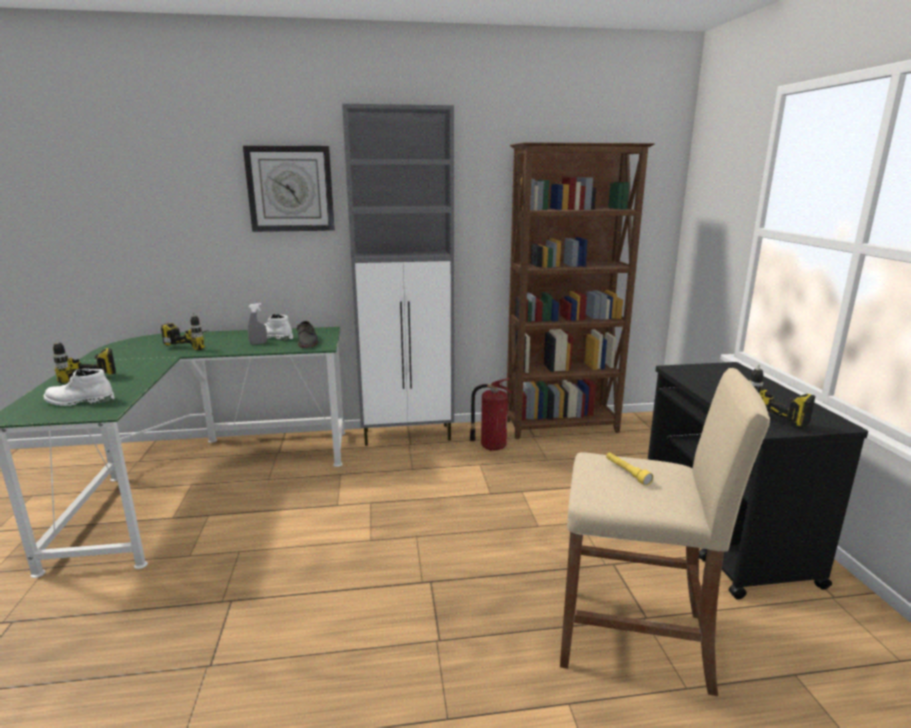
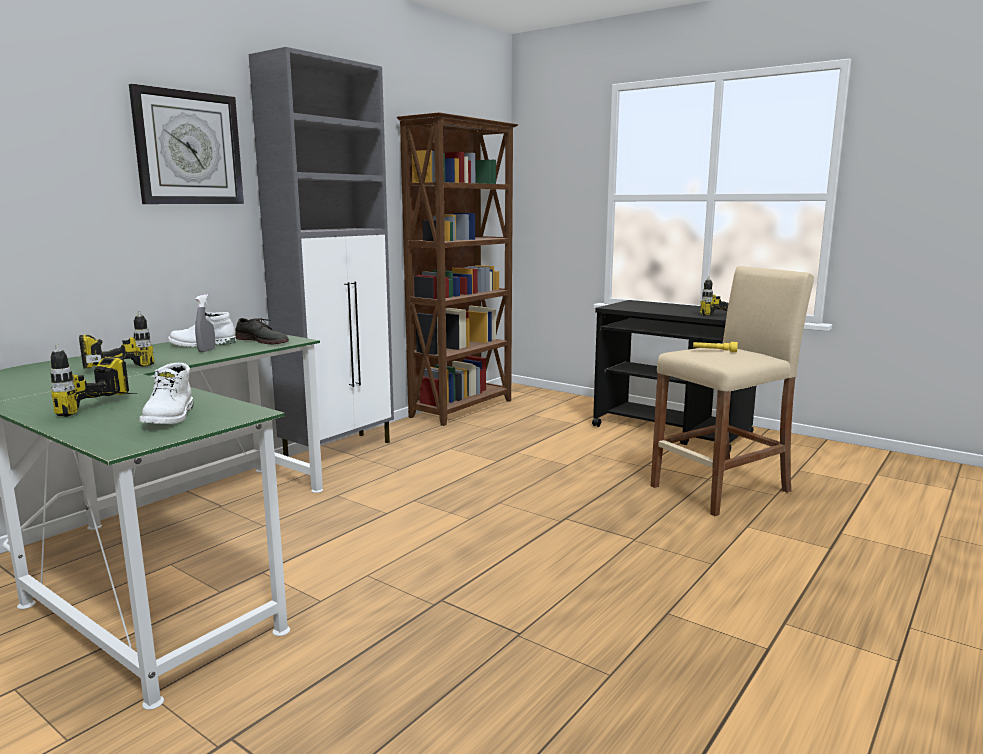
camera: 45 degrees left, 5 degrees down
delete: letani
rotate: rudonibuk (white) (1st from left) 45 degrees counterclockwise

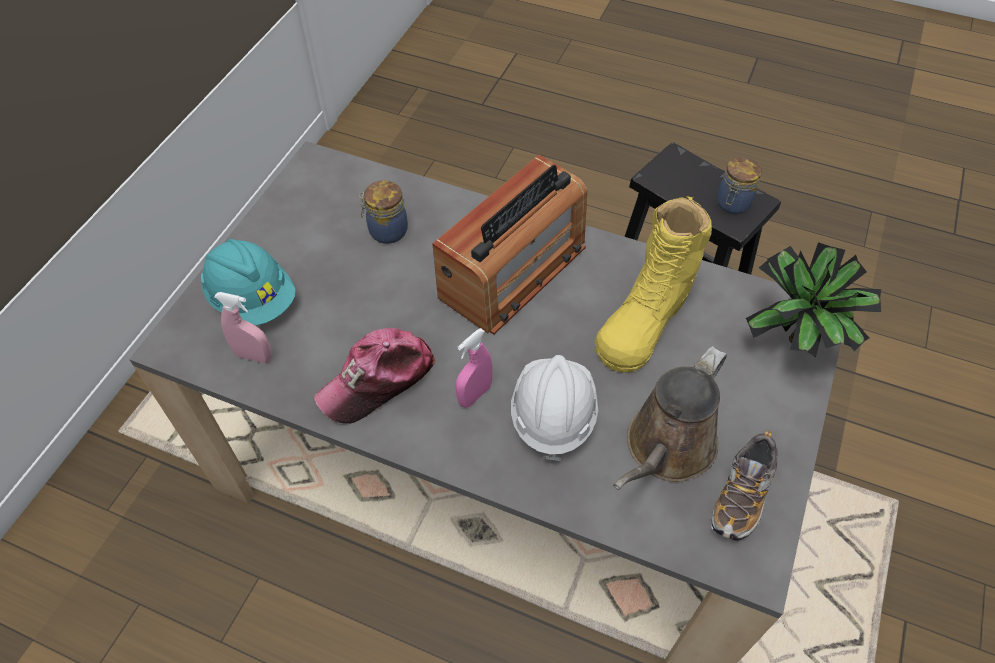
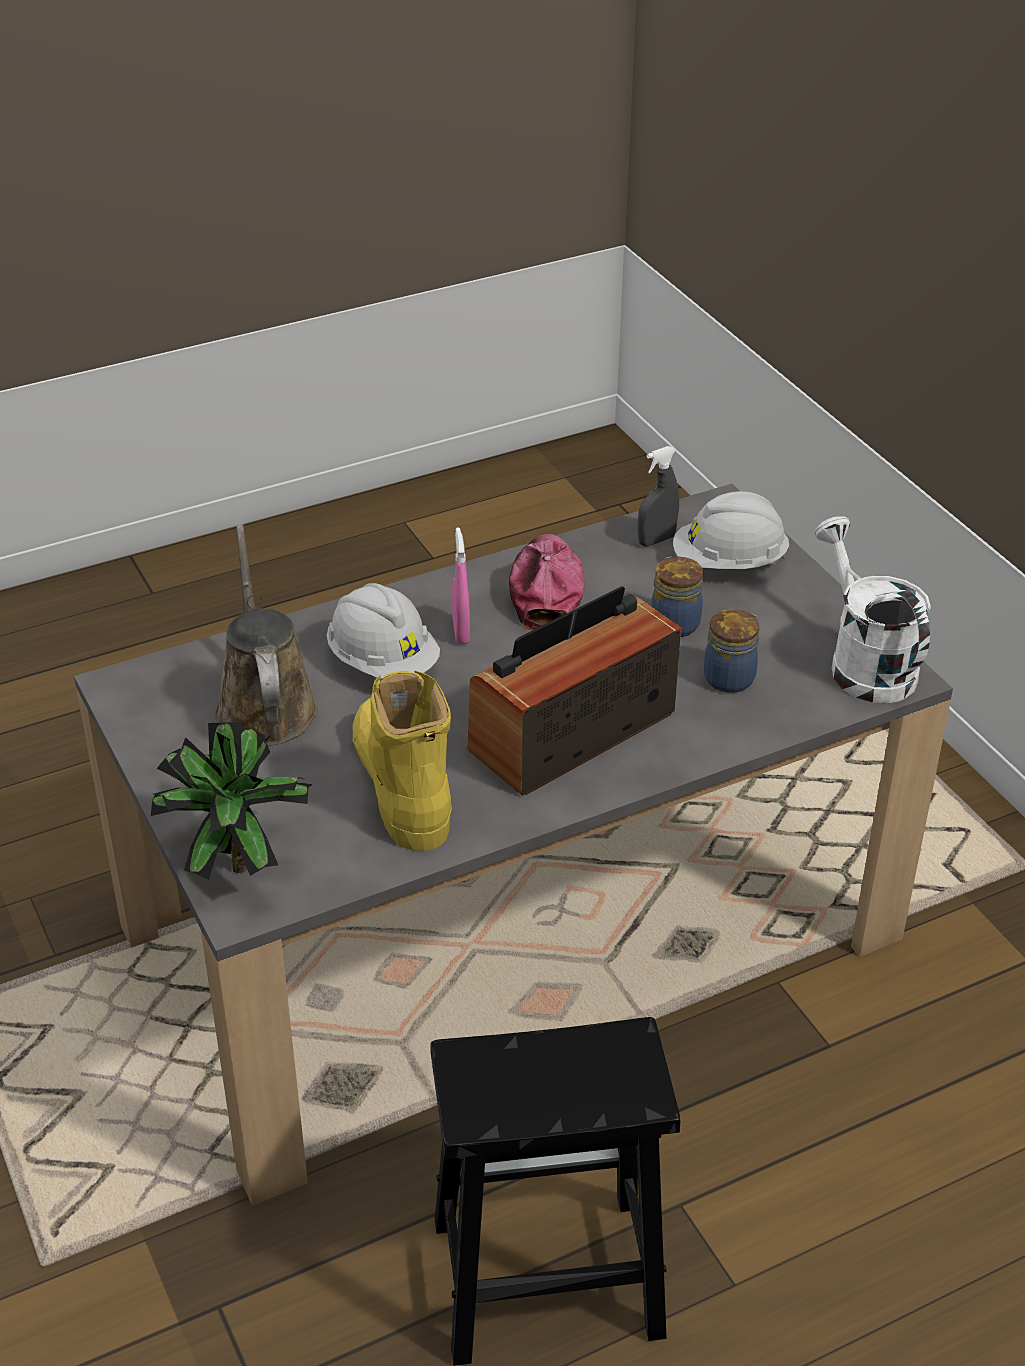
camera: 130 degrees right, 15 degrees down
delete: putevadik
insert: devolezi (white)
move: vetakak (2nd from left in the first image) to vetakak (1st from left)
recolor: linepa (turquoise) to linepa (white) (2nd from left); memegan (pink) (1st from left) to memegan (grey)
rotate: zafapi 60 degrees clockwise

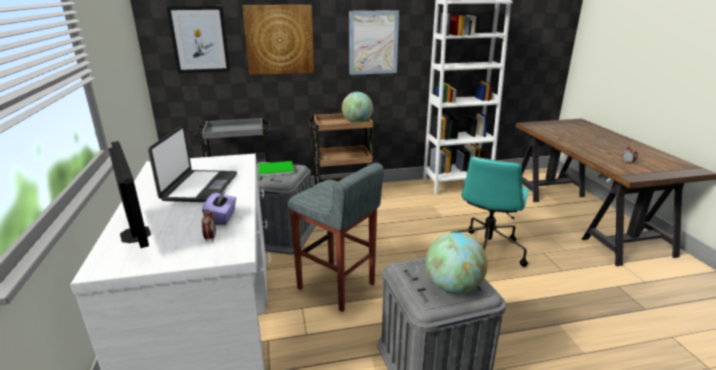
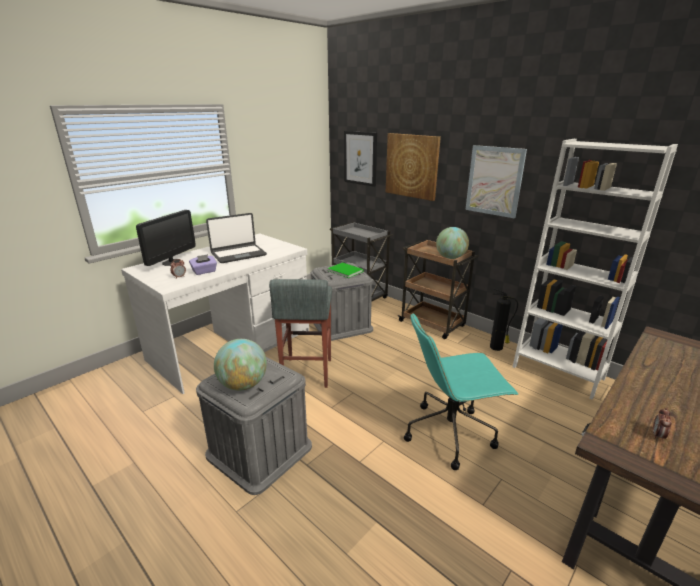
camera: 55 degrees right, 0 degrees up
insert: letani

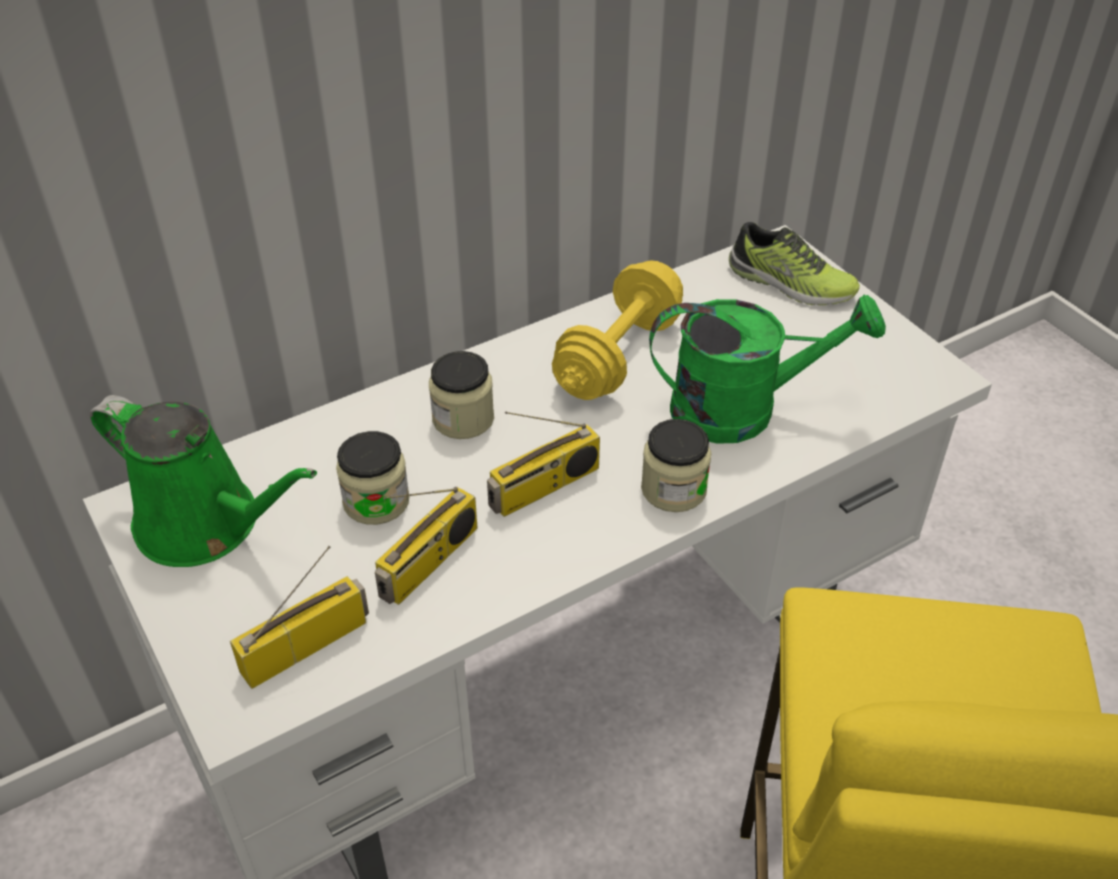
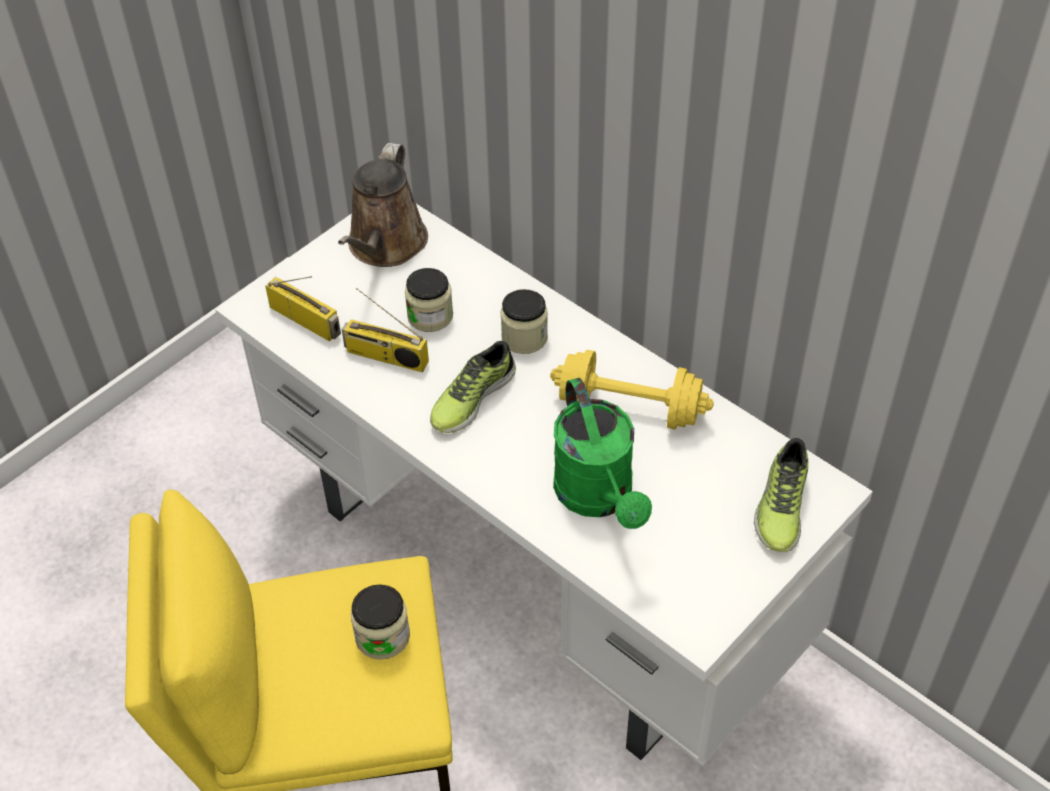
camera: 75 degrees right, 5 degrees up
move: vetakak (3rd from left in the first image) to vetakak (1st from left)
replace: zafapi (3rd from left) to putevadik (1st from left)
recolor: devolezi (green) (1st from left) to devolezi (brown)

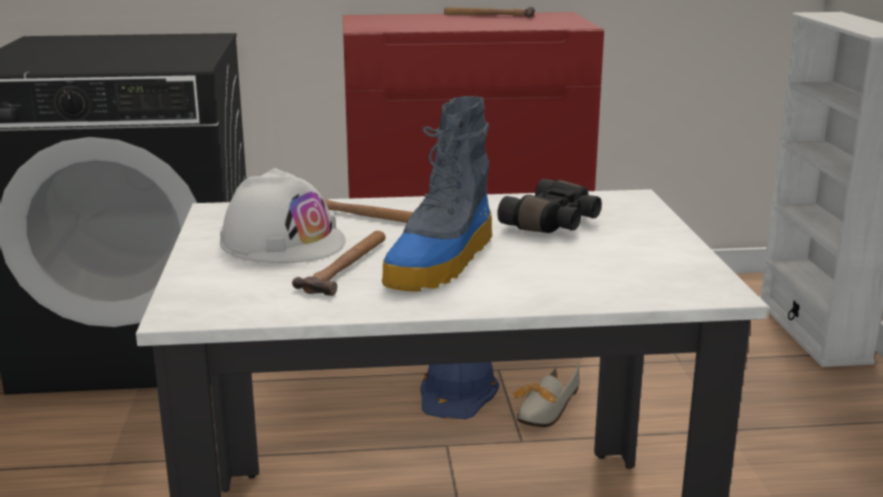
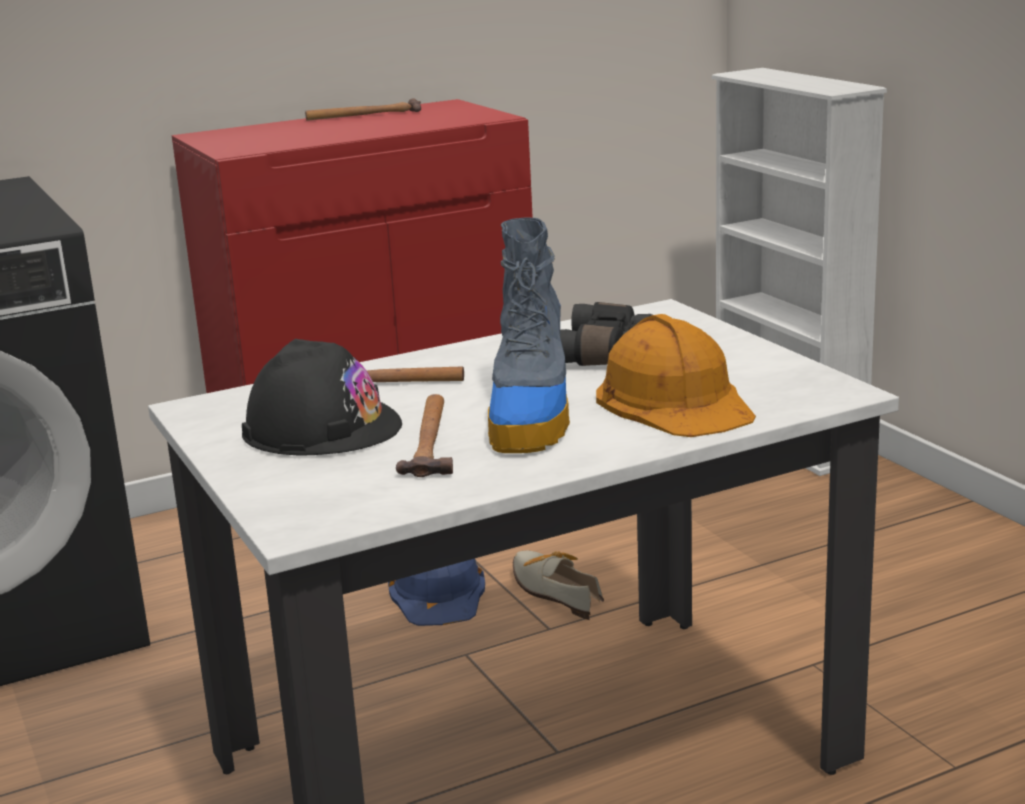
camera: 20 degrees left, 0 degrees up
insert: linepa (orange)
recolor: linepa (white) to linepa (black)
rotate: putevadik 135 degrees clockwise

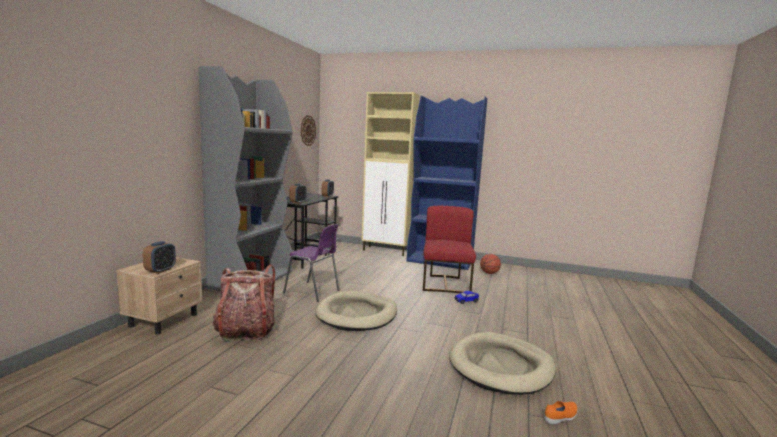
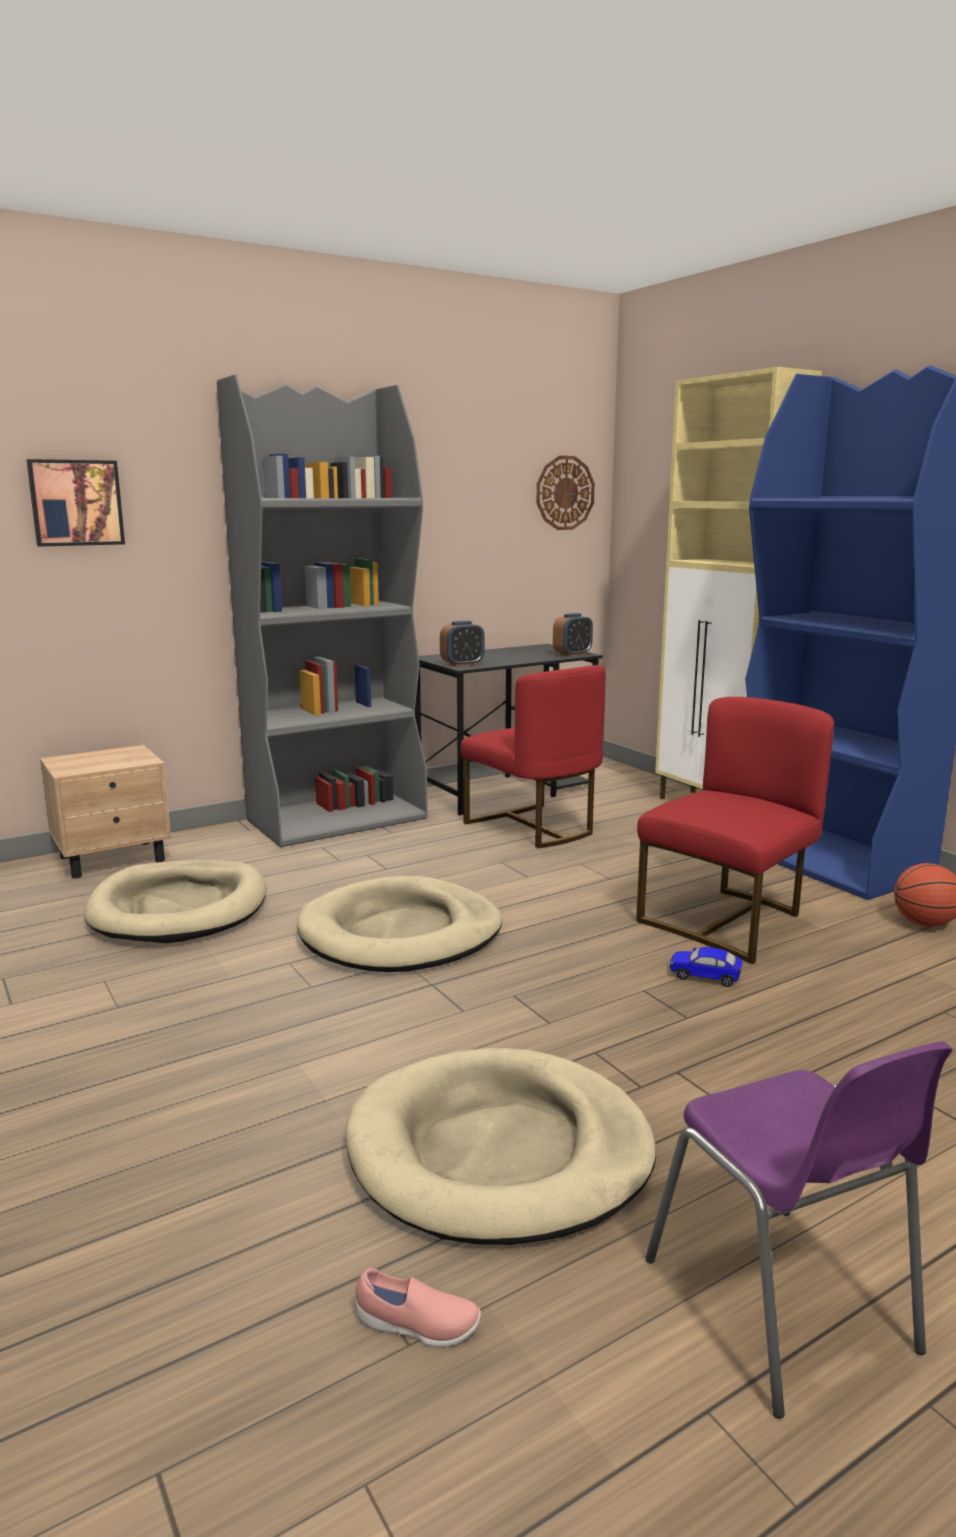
camera: 40 degrees right, 5 degrees up
delete: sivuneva (1st from left)
insert: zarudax; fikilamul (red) (1st from left)
move: fikilamul (purple)
replace: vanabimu to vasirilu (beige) (1st from left)
recolor: putevadik (orange) to putevadik (pink)

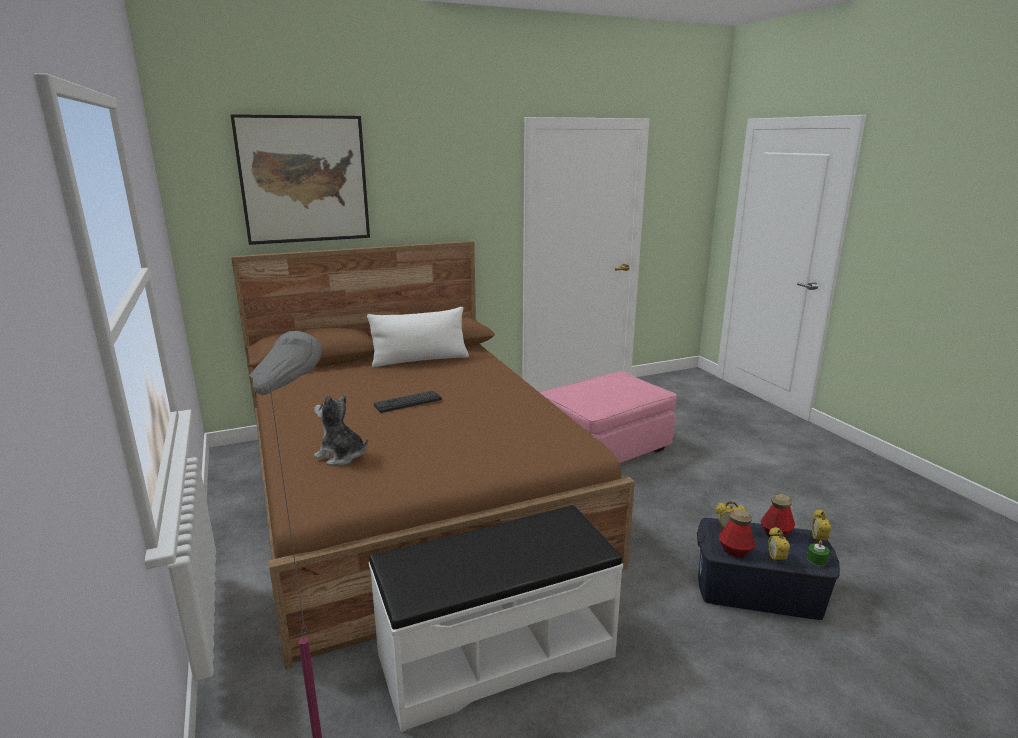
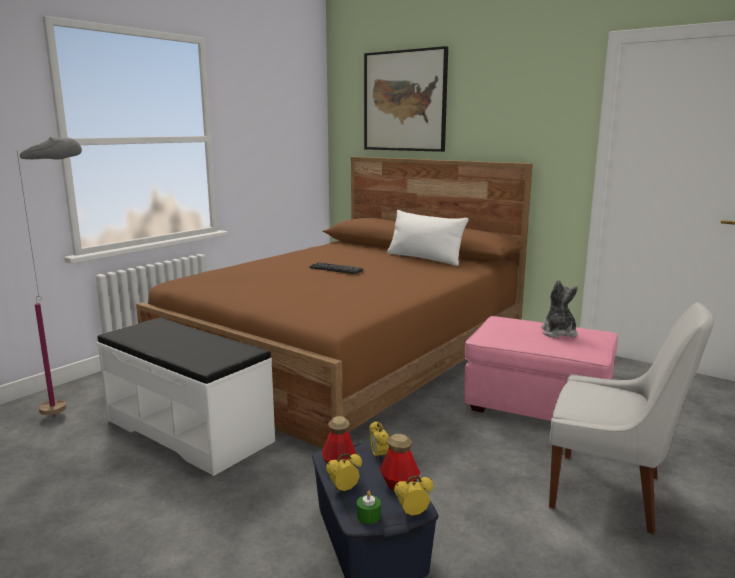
camera: 60 degrees right, 5 degrees down
insert: fikilamul (white)
move: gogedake

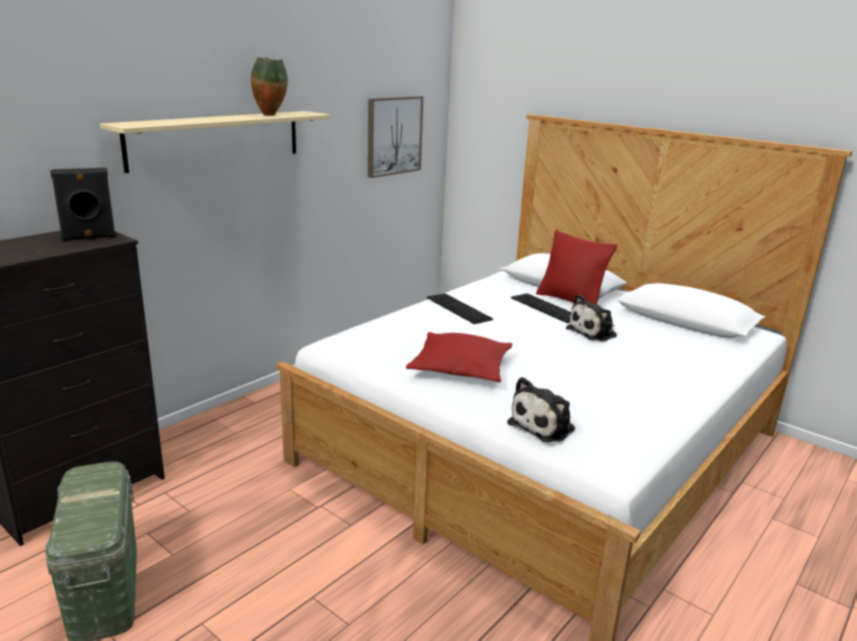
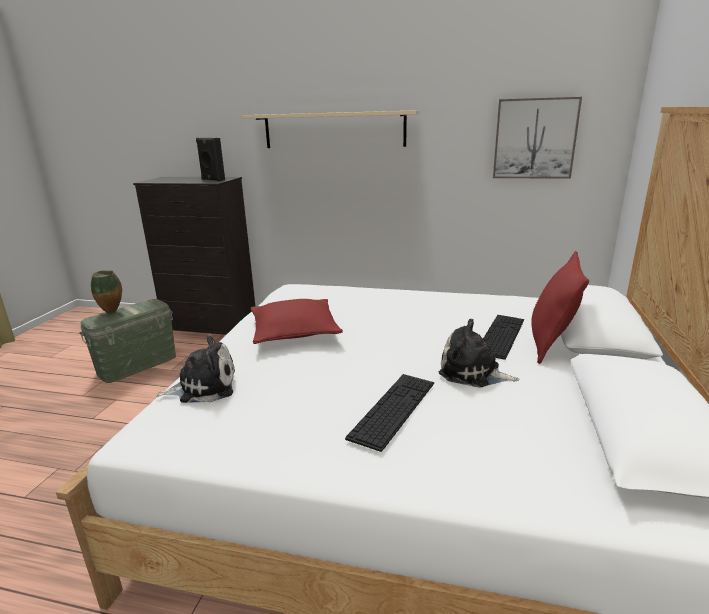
camera: 65 degrees right, 0 degrees up
move: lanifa; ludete (1st from left)
rotate: gogedake (1st from left) 150 degrees clockwise

